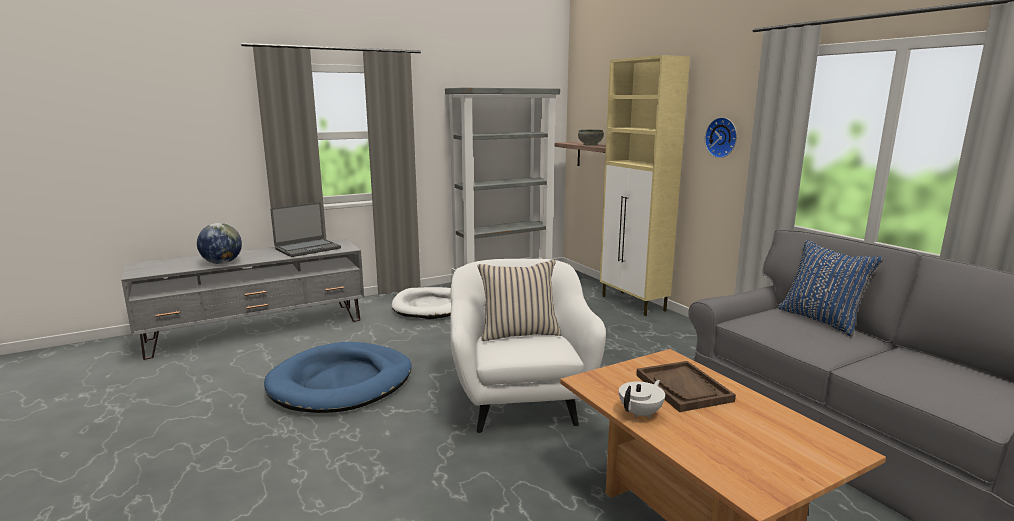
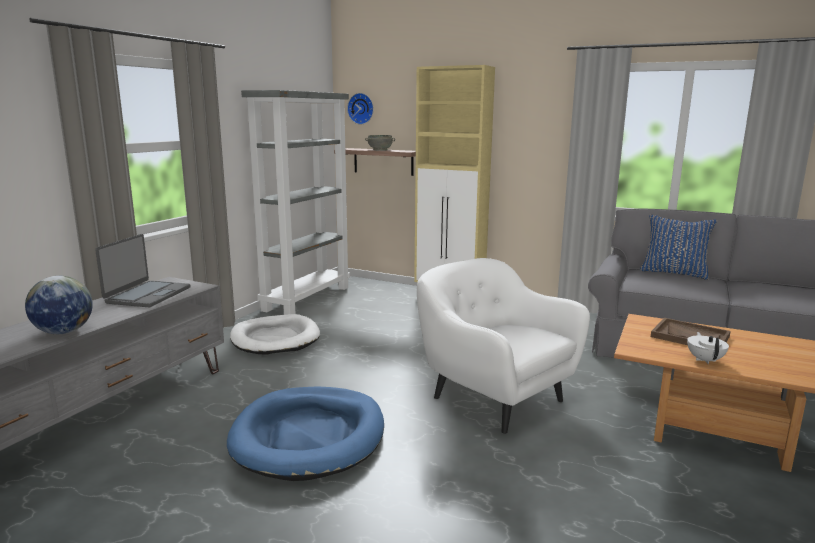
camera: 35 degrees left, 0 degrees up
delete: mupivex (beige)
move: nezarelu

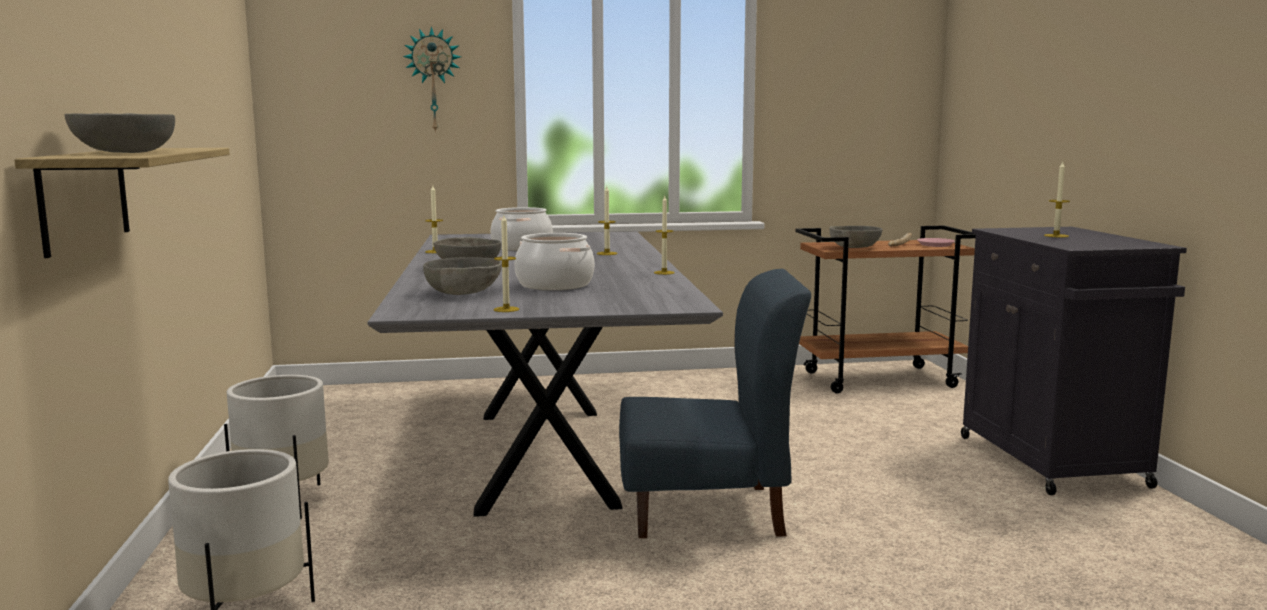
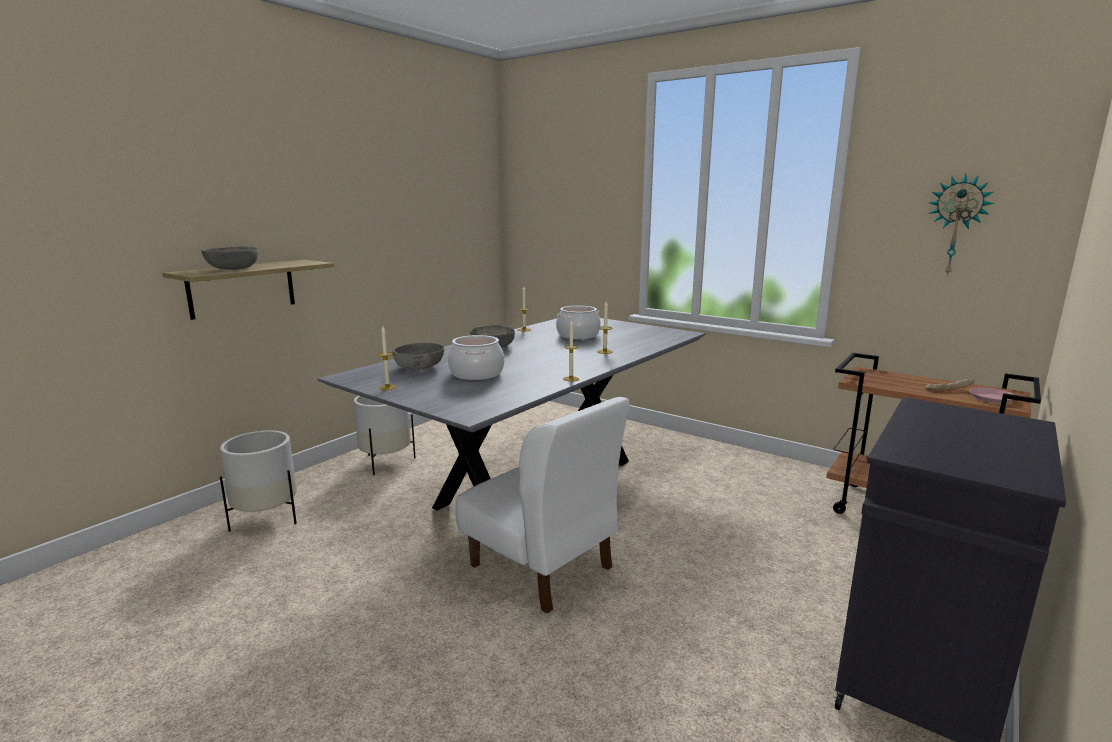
camera: 45 degrees right, 5 degrees up
delete: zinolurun (5th from left); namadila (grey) (4th from left)
move: nezarelu
recolor: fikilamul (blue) to fikilamul (white)

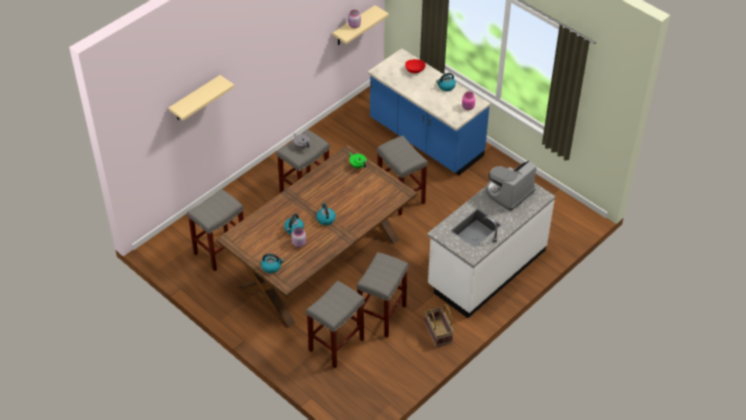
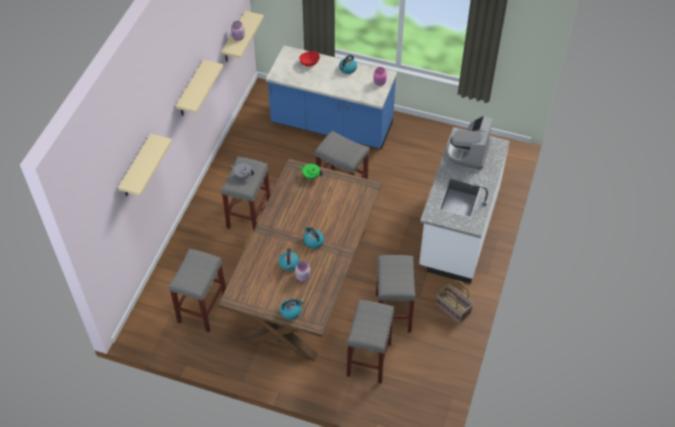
camera: 25 degrees left, 5 degrees up
insert: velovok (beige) (2nd from left)

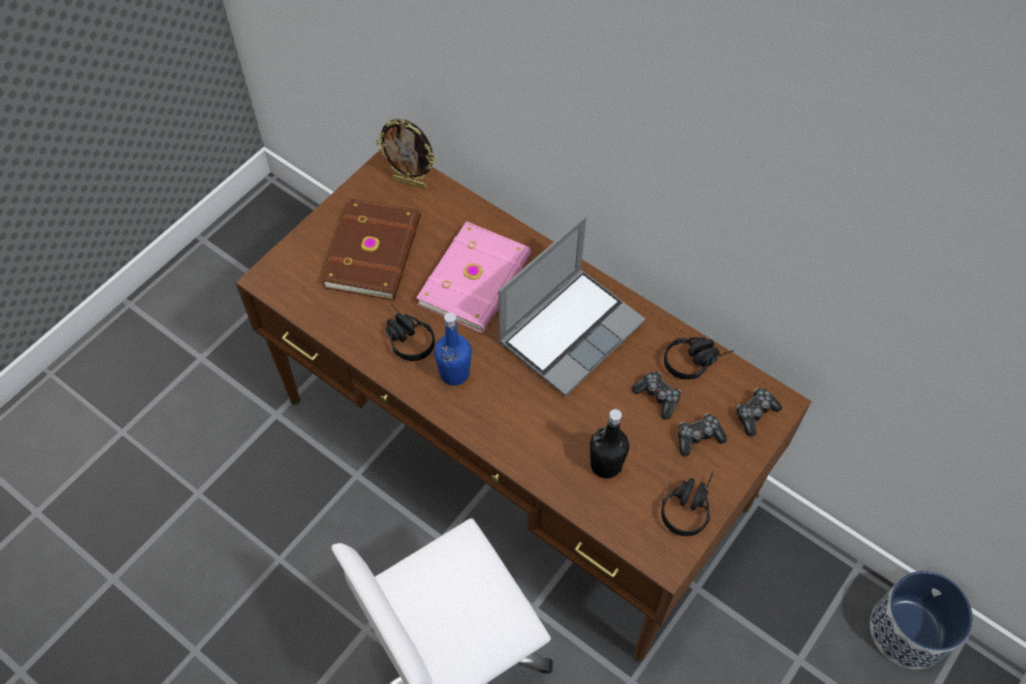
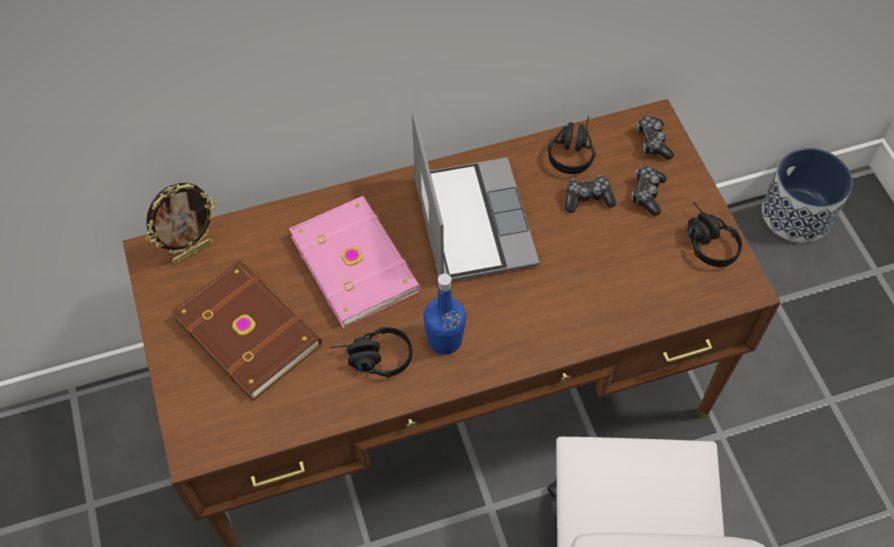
camera: 55 degrees left, 0 degrees up
delete: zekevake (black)

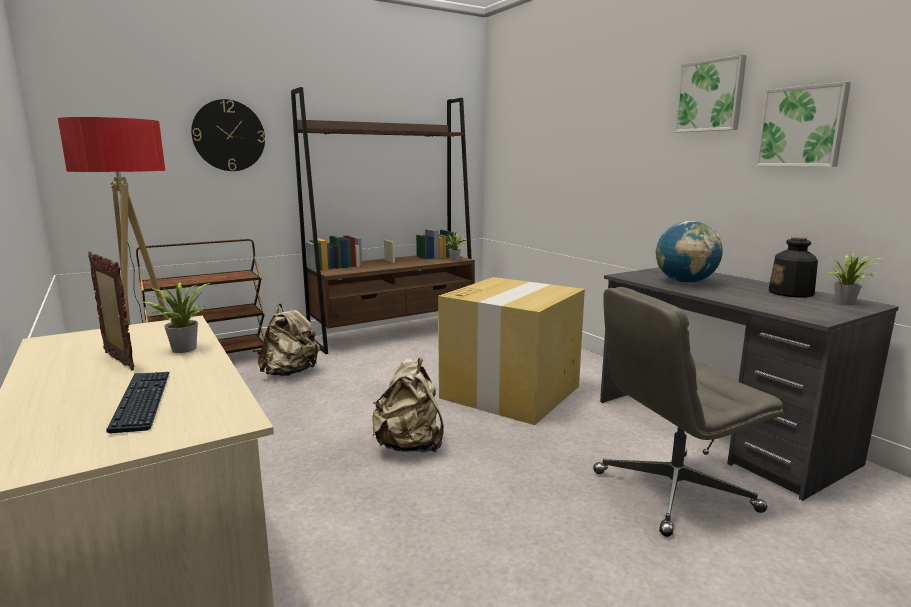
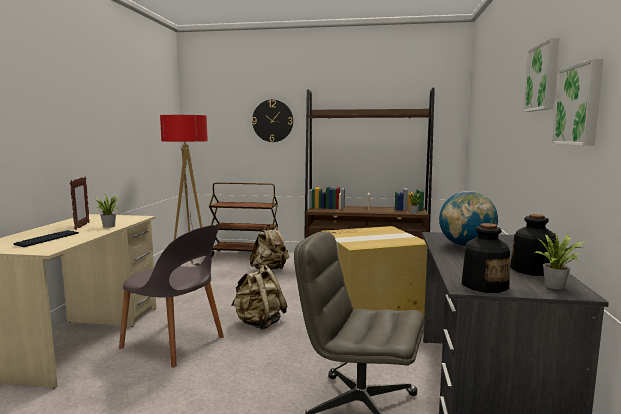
camera: 40 degrees right, 5 degrees down
insert: zekevake (1st from left); fikilamul (grey)

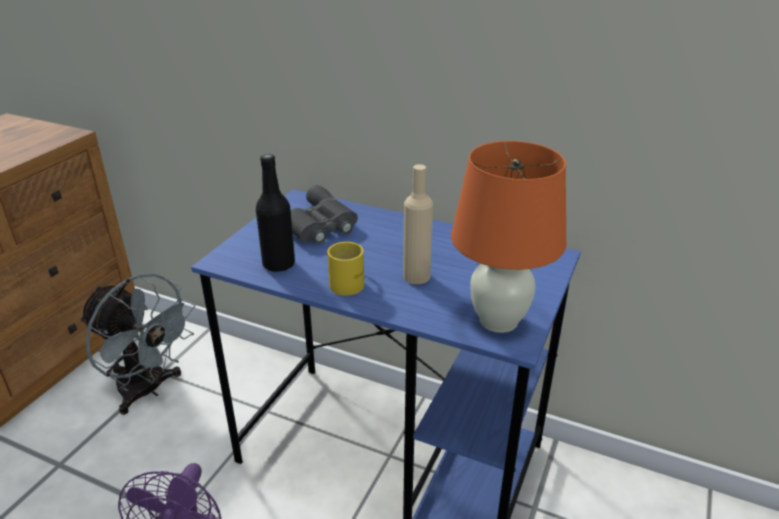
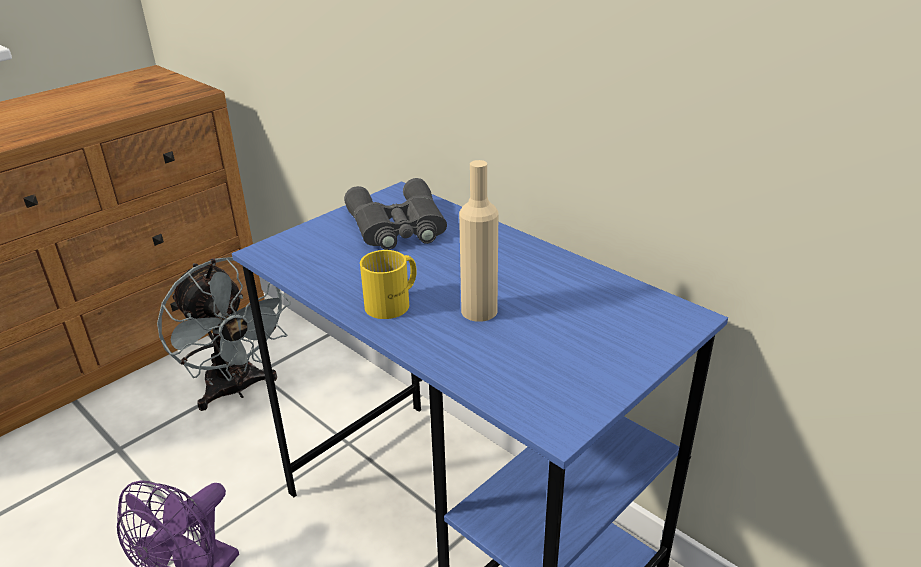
camera: 20 degrees right, 0 degrees up
delete: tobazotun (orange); zekevake (black)

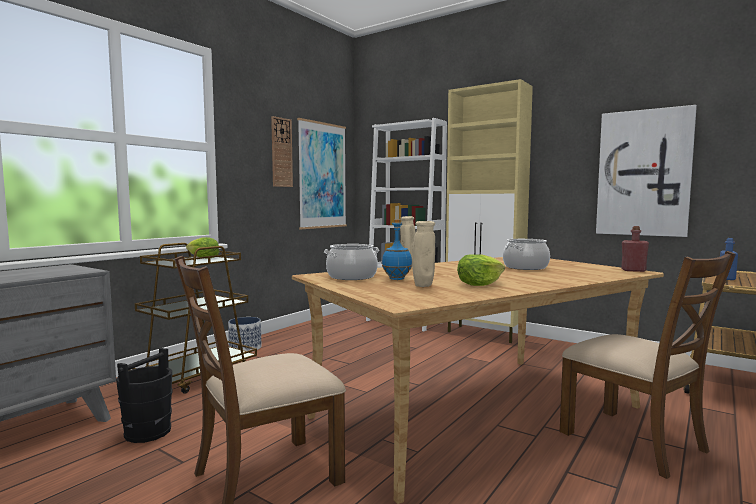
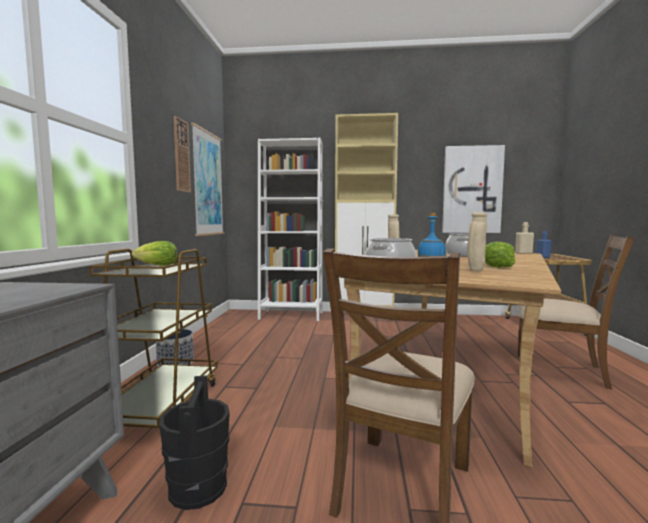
camera: 30 degrees left, 0 degrees up
recolor: zekevake (red) to zekevake (beige)

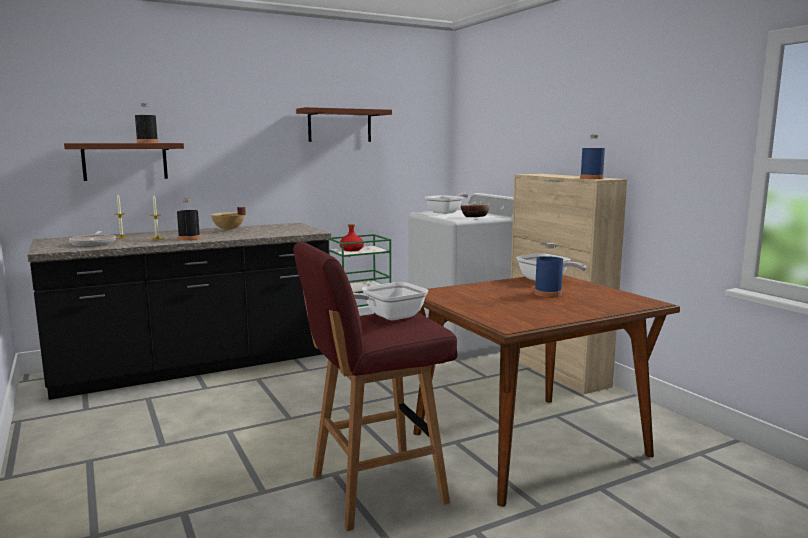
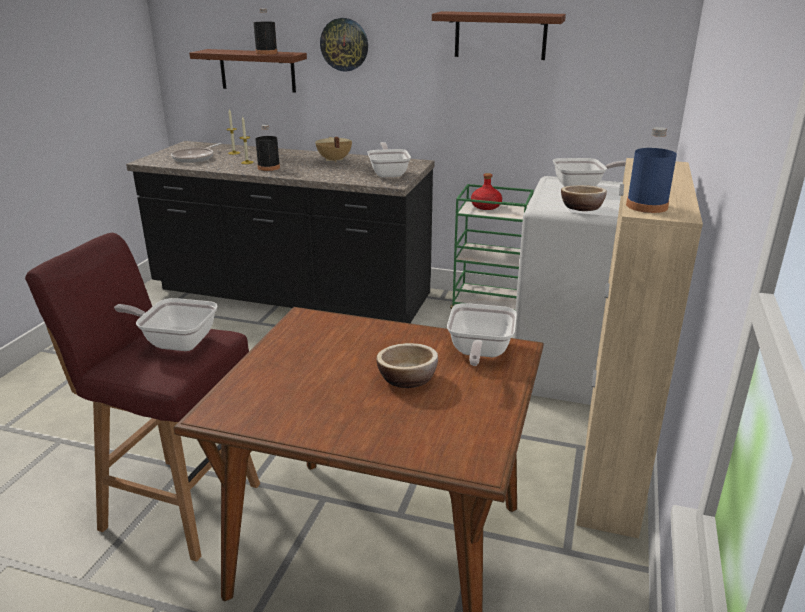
camera: 45 degrees right, 15 degrees up
insert: nezarelu; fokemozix (3rd from left)
replace: zekevake (blue) (1st from left) to namadila (1st from left)

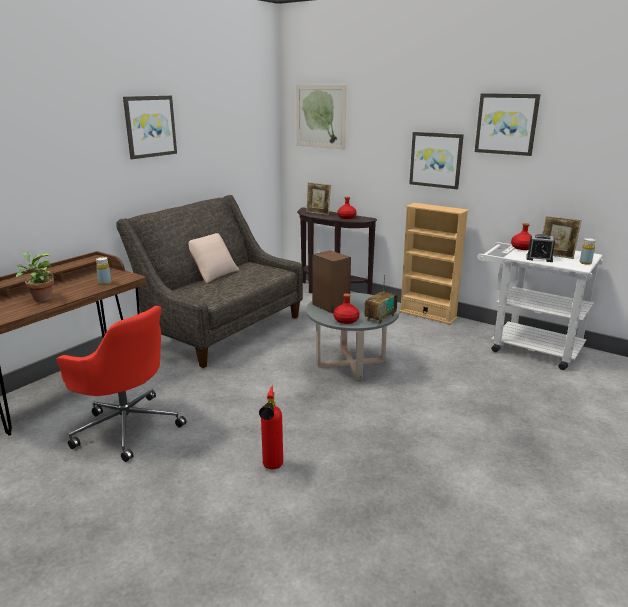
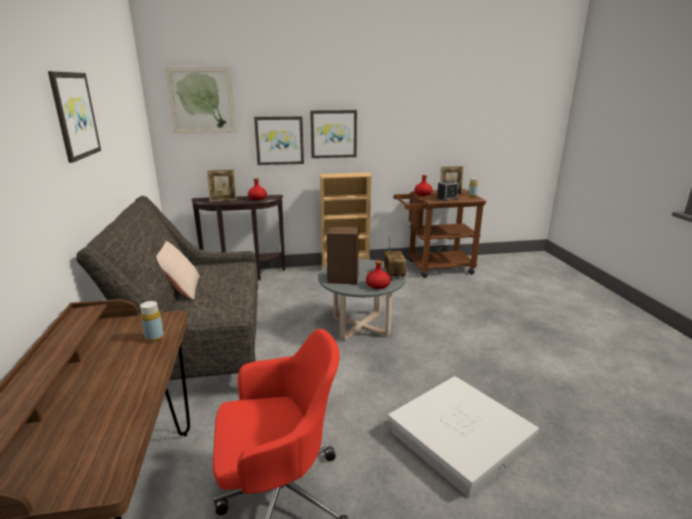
camera: 45 degrees left, 0 degrees up
delete: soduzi
move: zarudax (4th from left in the first image) to zarudax (3rd from left)
replace: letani to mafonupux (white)
recolor: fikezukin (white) to fikezukin (brown)

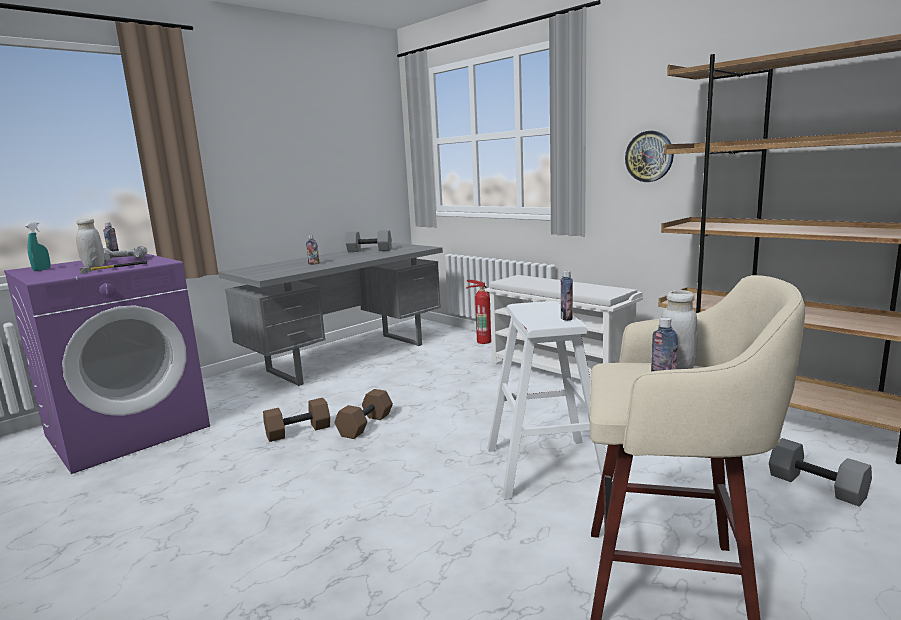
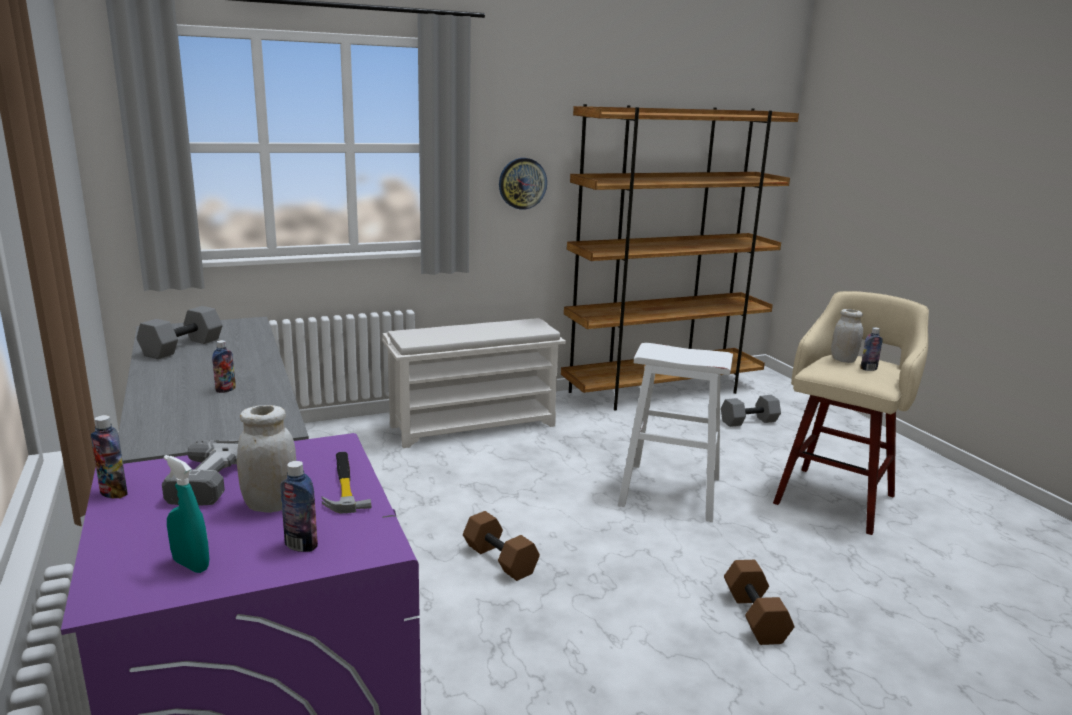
camera: 70 degrees left, 5 degrees up
delete: letani
move: zekevake (3rd from left); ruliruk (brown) (1st from left in the first image) to ruliruk (brown) (2nd from left)

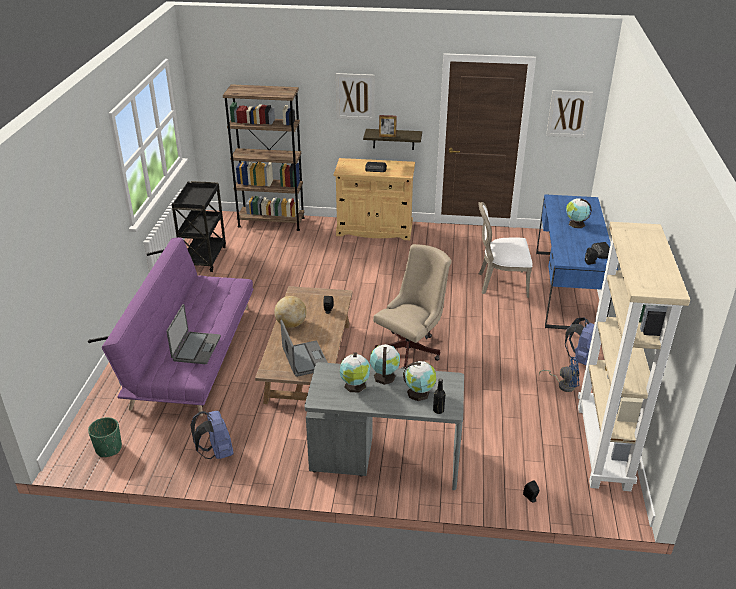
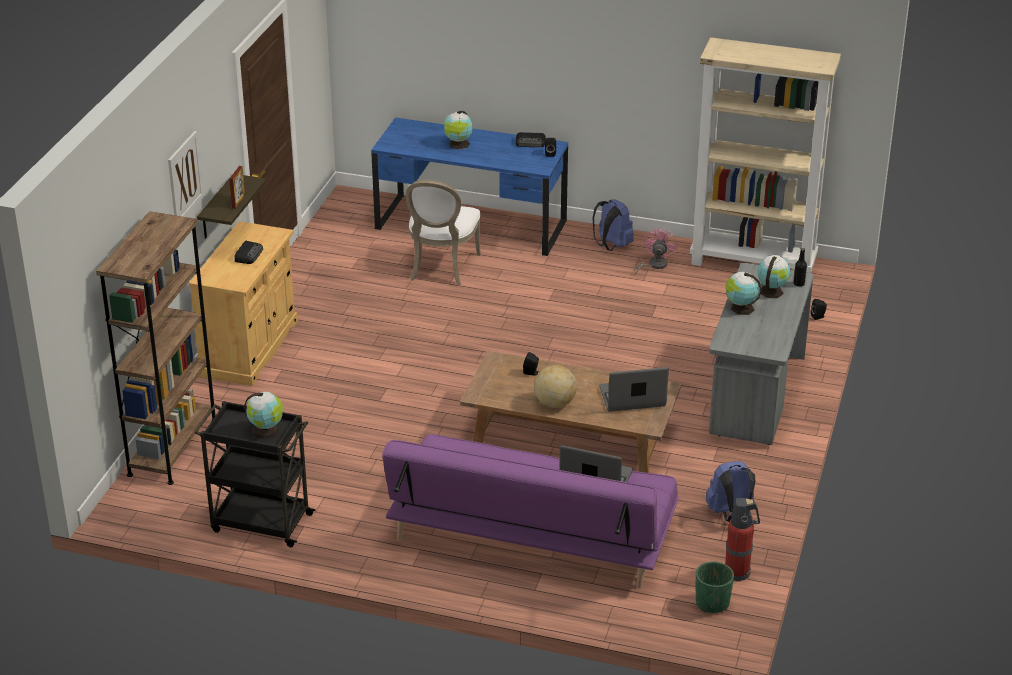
camera: 80 degrees left, 0 degrees up
delete: zarudax (2nd from left); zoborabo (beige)
insert: letani
move: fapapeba (2nd from left in the first image) to fapapeba (1st from left)
recolor: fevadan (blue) to fevadan (pink)

